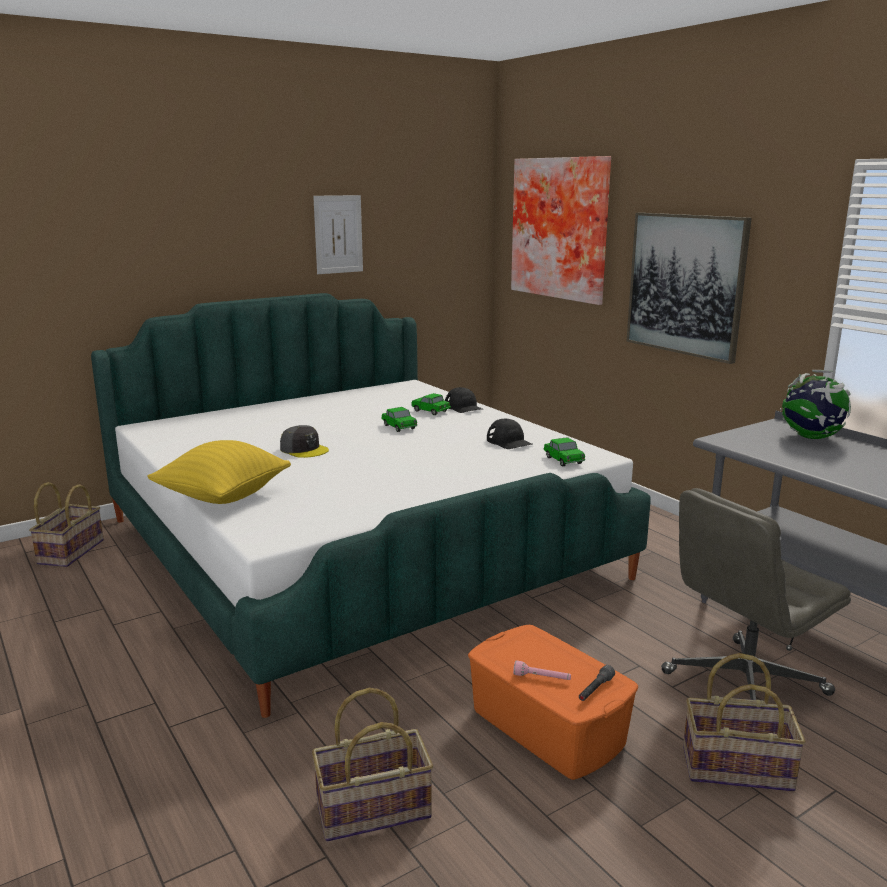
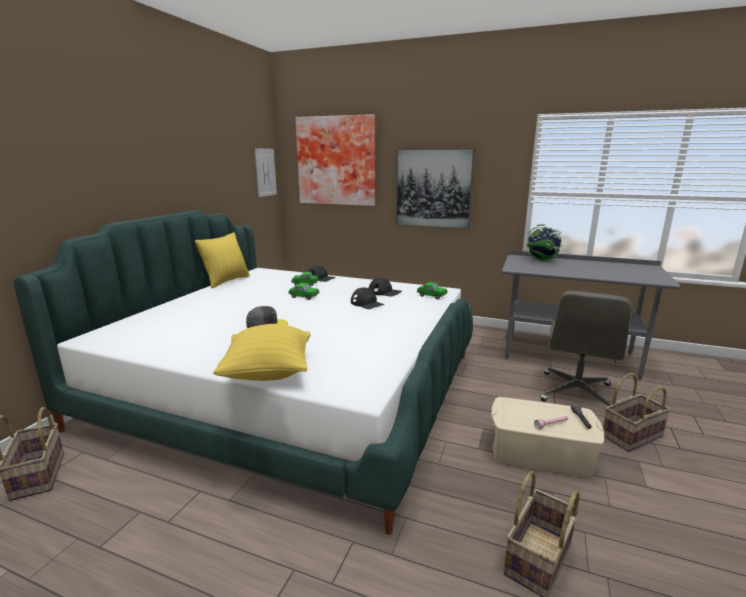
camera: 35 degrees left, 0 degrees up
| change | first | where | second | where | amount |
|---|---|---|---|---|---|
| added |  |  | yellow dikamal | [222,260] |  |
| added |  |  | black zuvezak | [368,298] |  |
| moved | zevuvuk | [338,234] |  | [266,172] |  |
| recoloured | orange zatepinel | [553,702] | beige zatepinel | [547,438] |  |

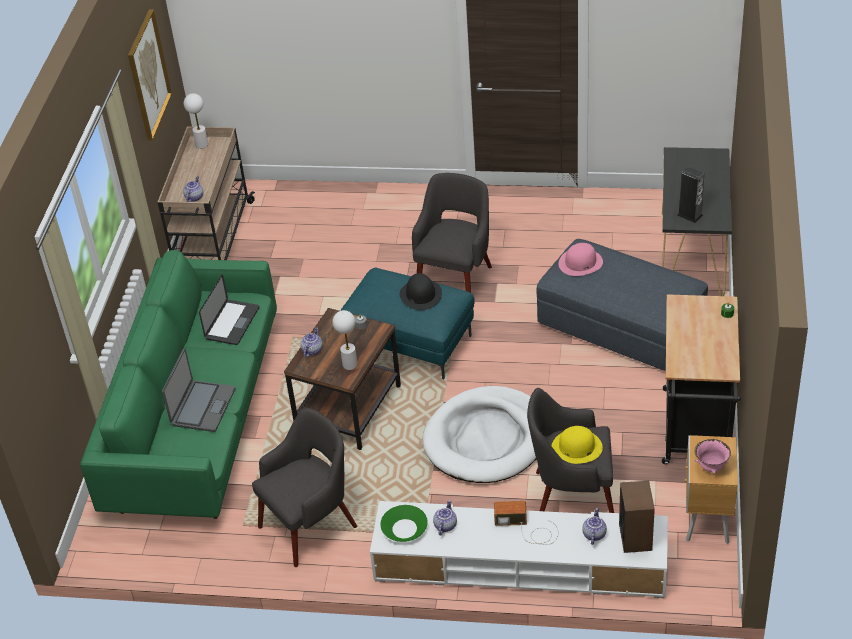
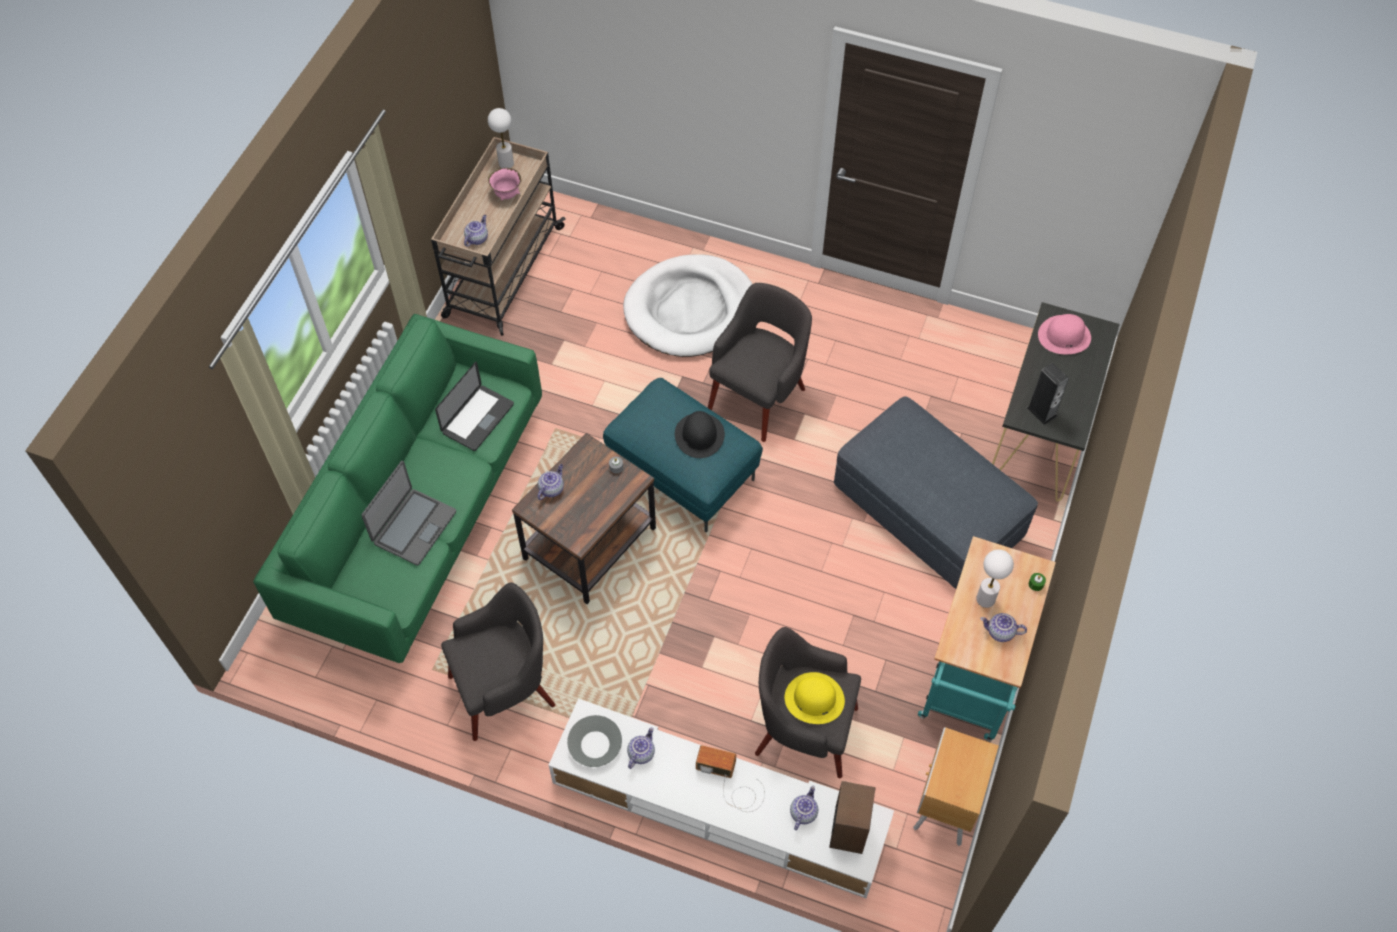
camera: 10 degrees right, 15 degrees up
| change | first | where | second | where | amount |
|---|---|---|---|---|---|
| removed | zevuvuk | [150,75] |  |  |  |
| added |  |  | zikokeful | [1003,627] |  |
| moved | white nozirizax | [344,340] |  | [995,578] |  |
| moved | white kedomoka | [479,434] |  | [687,305] |  |
| moved | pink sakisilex | [580,259] |  | [1064,334] |  |
| moved | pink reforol | [712,456] |  | [504,184] |  |
| recoloured | green reforol | [404,523] | grey reforol | [594,741] |  |
| recoloured | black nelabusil | [701,379] | turquoise nelabusil | [987,639] |  |

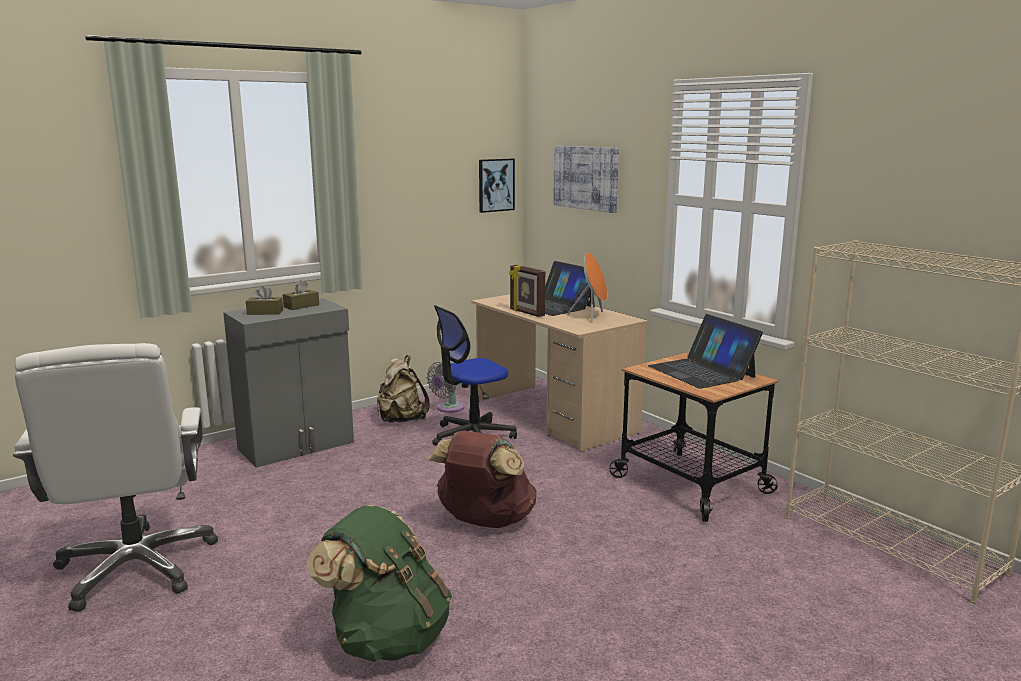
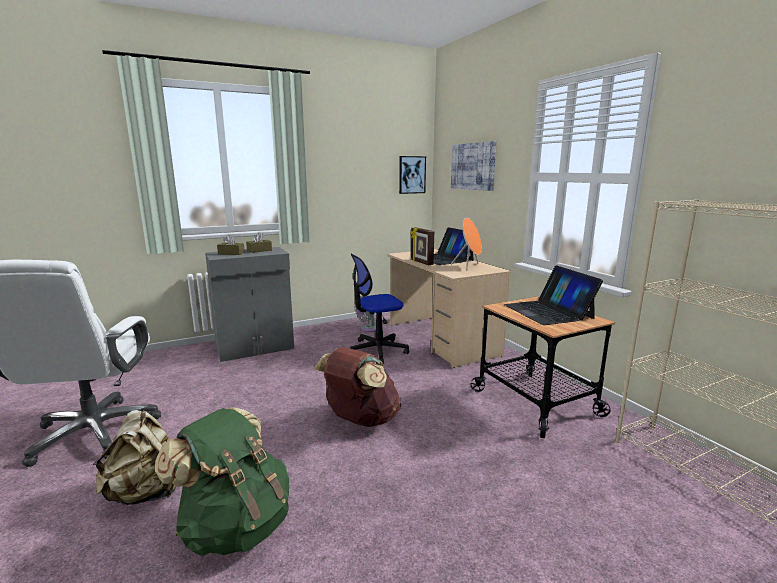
camera: 10 degrees right, 0 degrees up
| change | first | where | second | where | amount |
|---|---|---|---|---|---|
| moved | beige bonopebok | [403,389] |  | [134,457] |  |

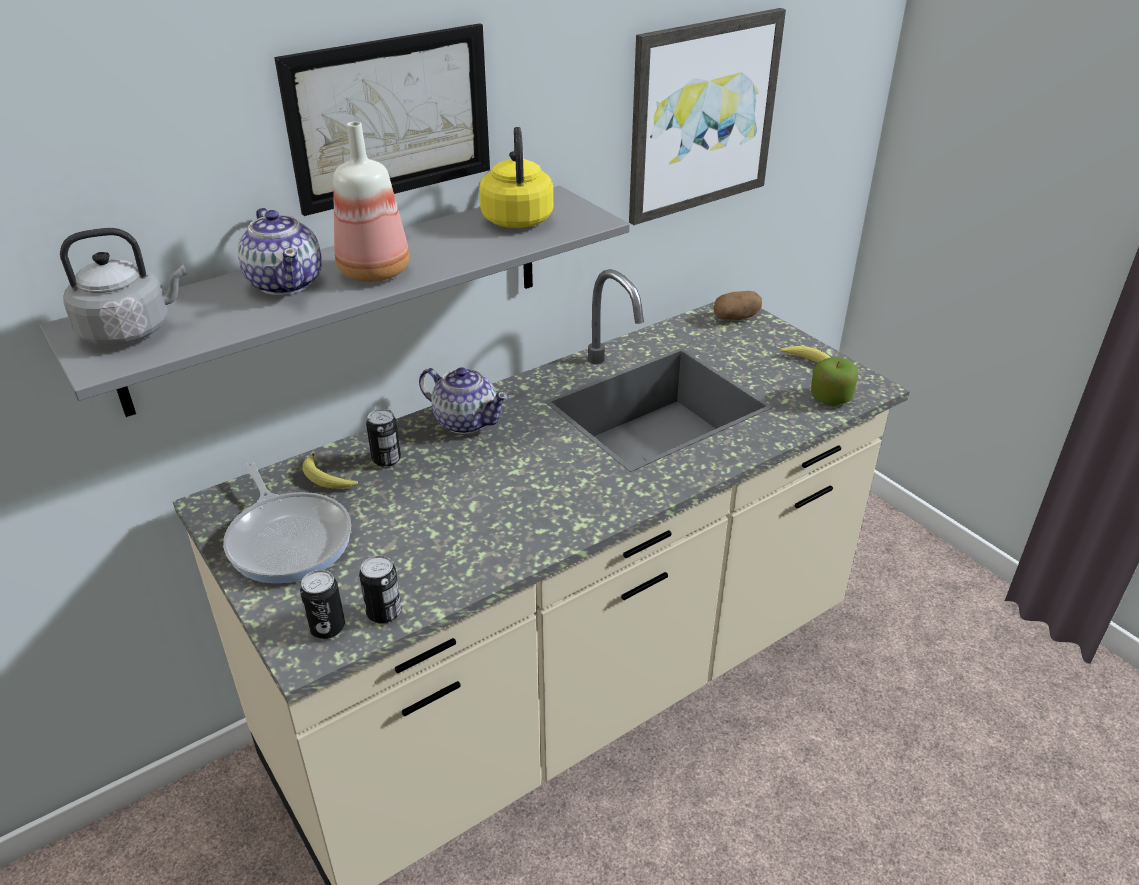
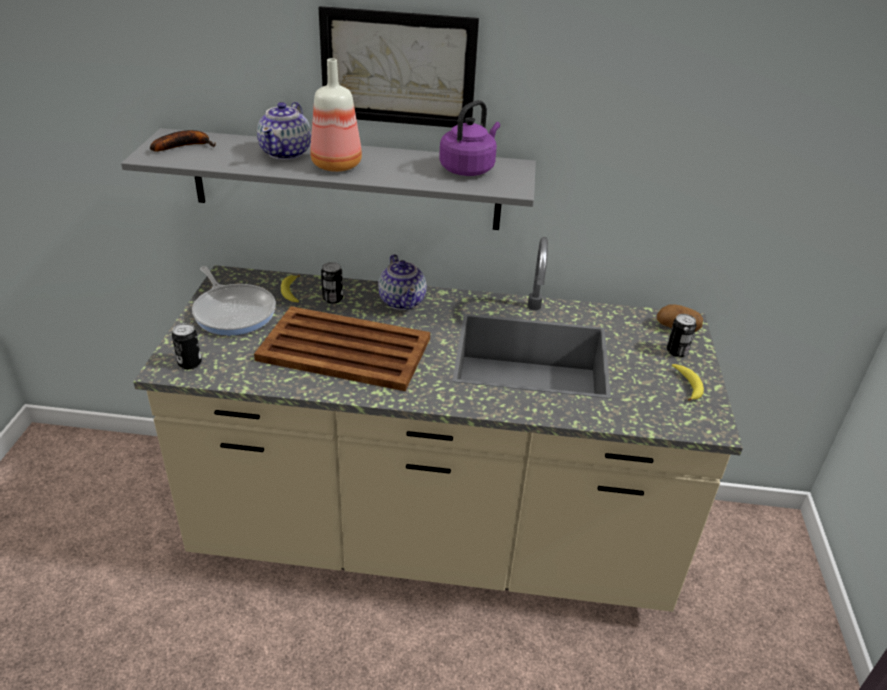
camera: 40 degrees right, 0 degrees up
| change | first | where | second | where | amount |
|---|---|---|---|---|---|
| removed | zevuvuk | [707,116] |  |  |  |
| removed | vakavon | [834,381] |  |  |  |
| added |  |  | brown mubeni | [342,348] |  |
| moved | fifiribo | [380,589] |  | [681,335] |  |
| replaced | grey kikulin | [123,286] | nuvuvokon | [183,141] |  |
| recoloured | yellow kikulin | [516,177] | purple kikulin | [469,138] |  |
| turned | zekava | [287,522] |  | [234,300] | 45 degrees counterclockwise |

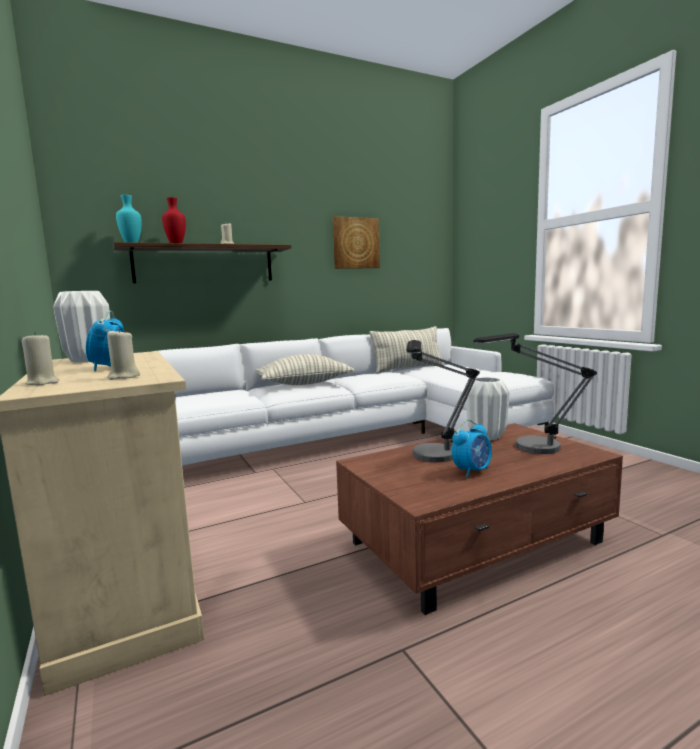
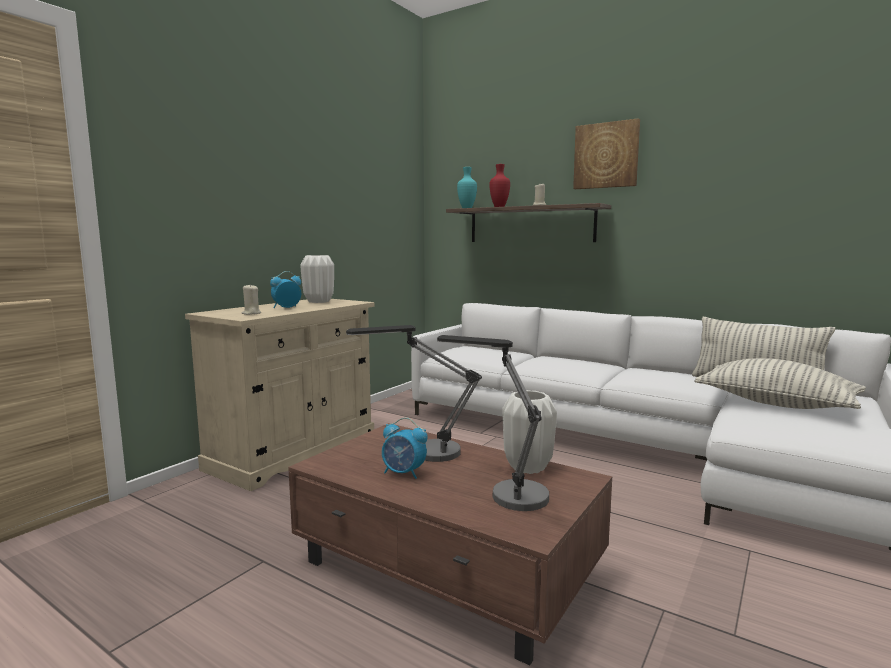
camera: 60 degrees right, 0 degrees up
| change | first | where | second | where | amount |
|---|---|---|---|---|---|
| removed | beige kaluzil | [40,358] |  |  |  |
| moved | dikamal | [304,369] |  | [780,383] |  |
| moved | zevuvuk | [356,242] |  | [606,153] |  |

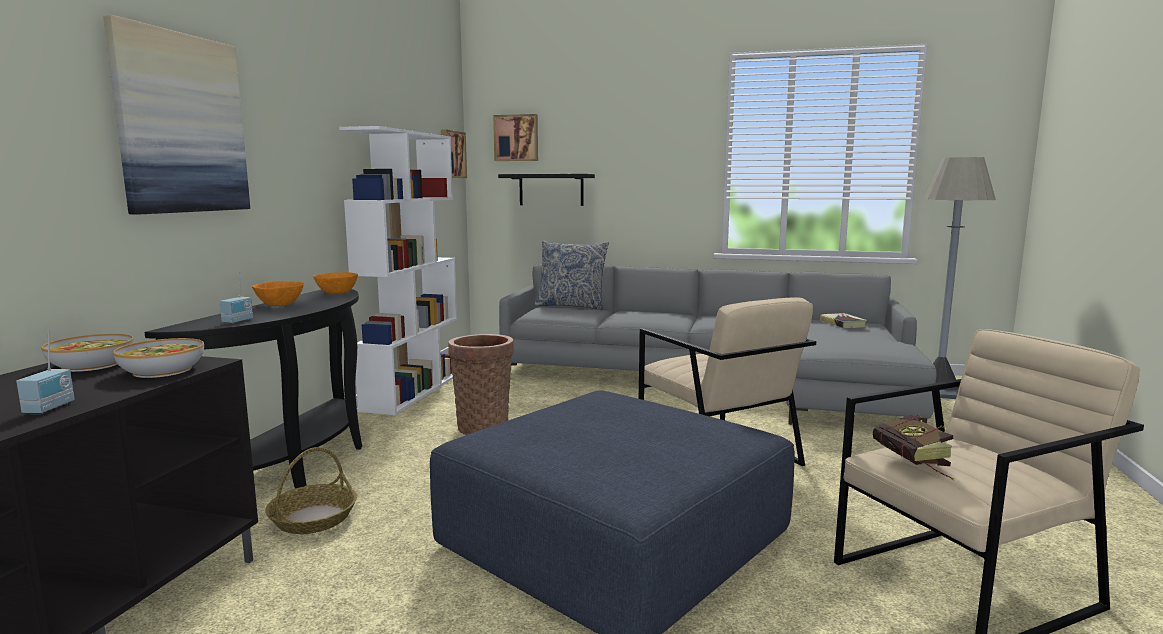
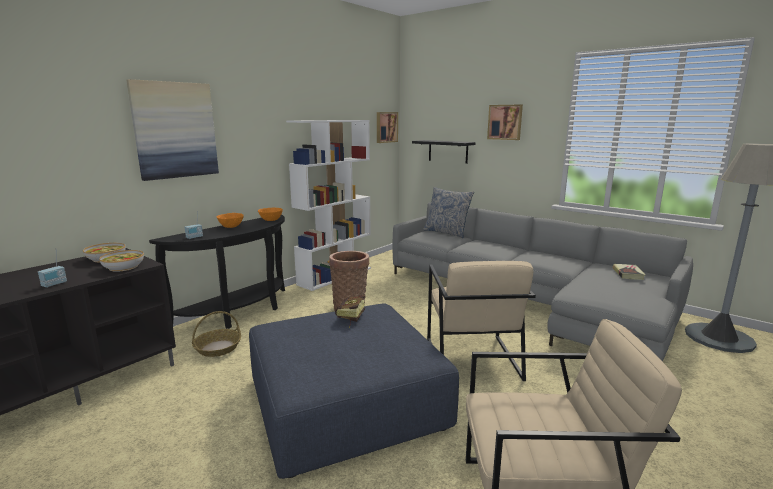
camera: 25 degrees right, 5 degrees up
| change | first | where | second | where | amount |
|---|---|---|---|---|---|
| moved | zevuvuk | [515,137] |  | [505,122] |  |
| moved | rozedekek | [913,447] |  | [350,311] |  |

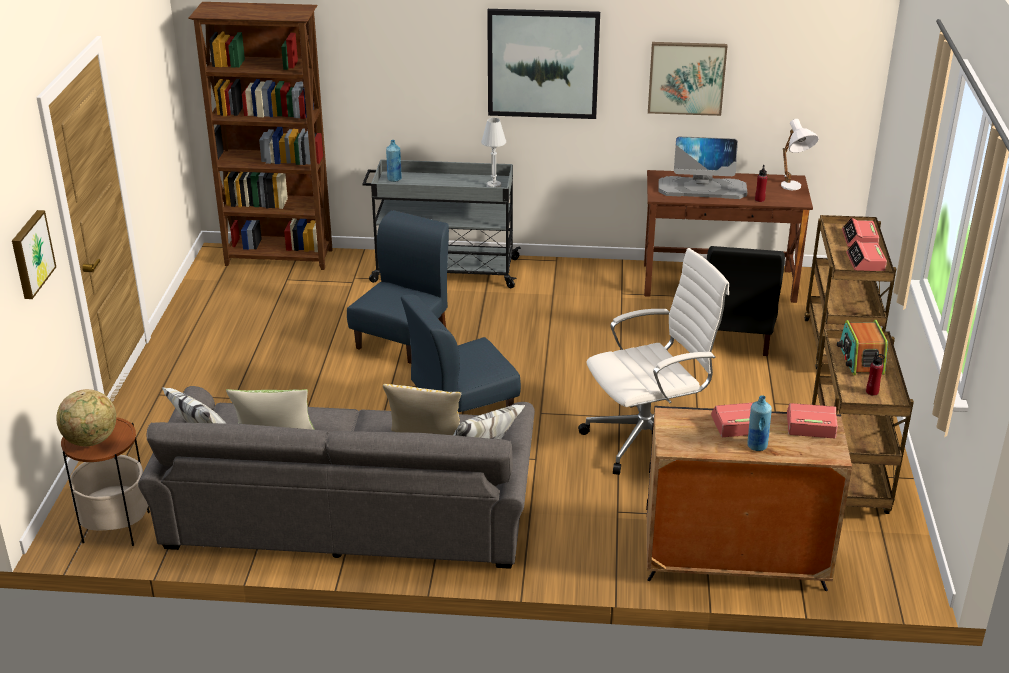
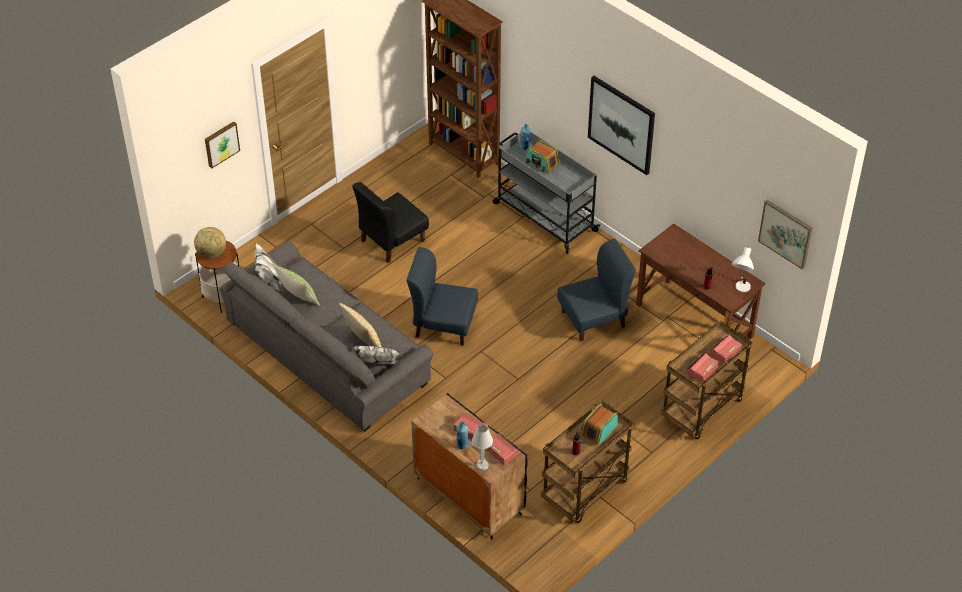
camera: 40 degrees right, 15 degrees up
| change | first | where | second | where | amount |
|---|---|---|---|---|---|
| removed | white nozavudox | [653,361] |  |  |  |
| removed | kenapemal | [702,167] |  |  |  |
| added |  |  | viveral | [542,156] |  |
| moved | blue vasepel | [398,287] |  | [596,290] |  |
| moved | white nozirizax | [493,152] |  | [482,447] |  |
| moved | zevuvuk | [687,79] |  | [785,235] |  |
| moved | black vasepel | [746,301] |  | [390,222] |  |

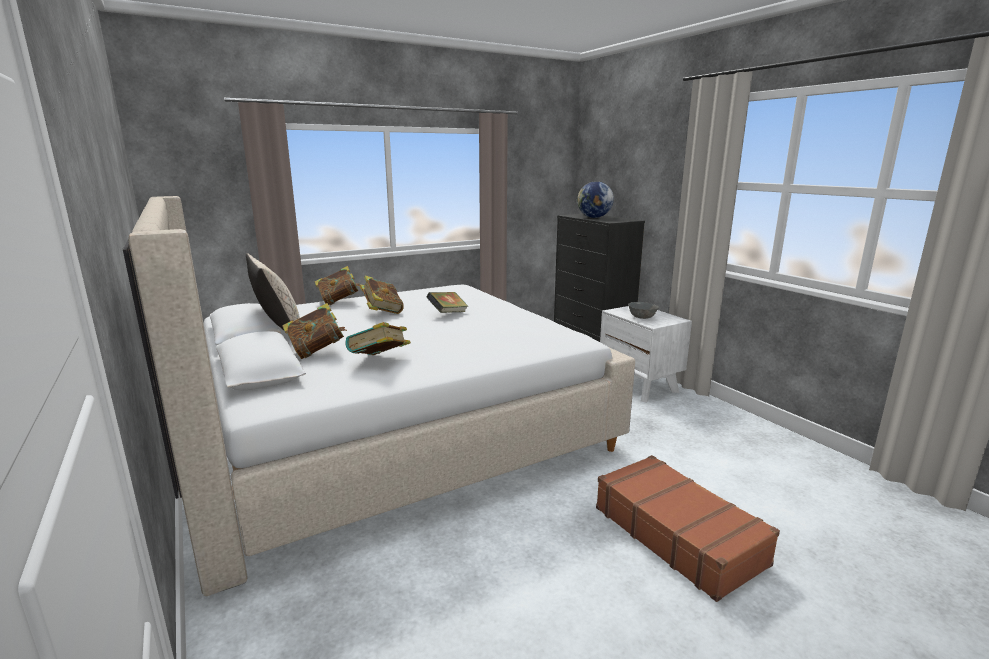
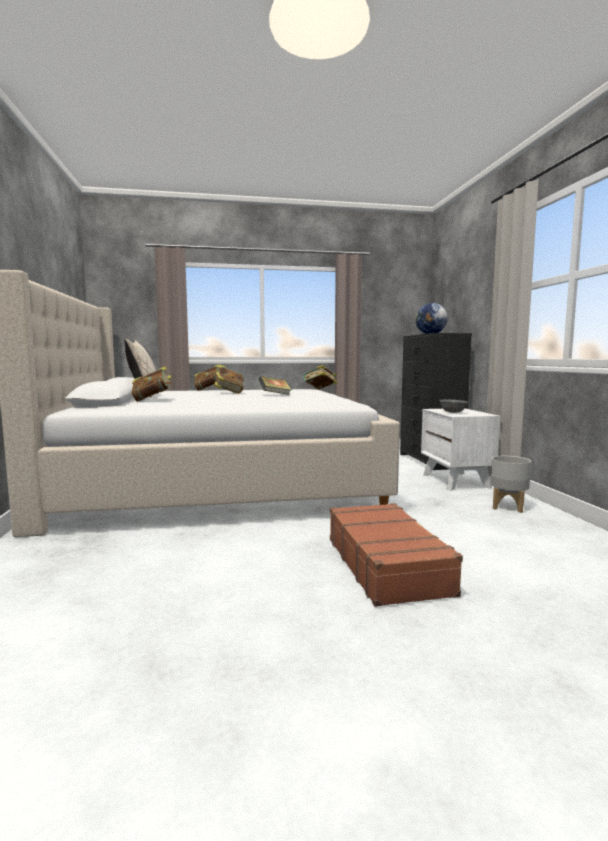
camera: 20 degrees right, 10 degrees down
| change | first | where | second | where | amount |
|---|---|---|---|---|---|
| added |  |  | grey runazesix | [510,484] |  |
| moved | rozedekek | [378,338] |  | [320,377] |  |

